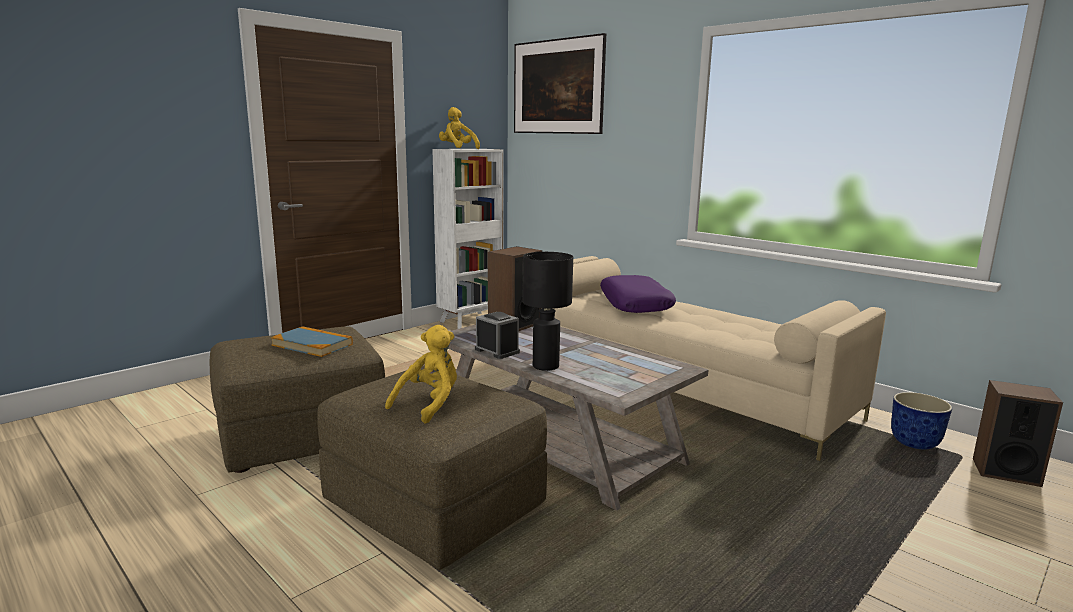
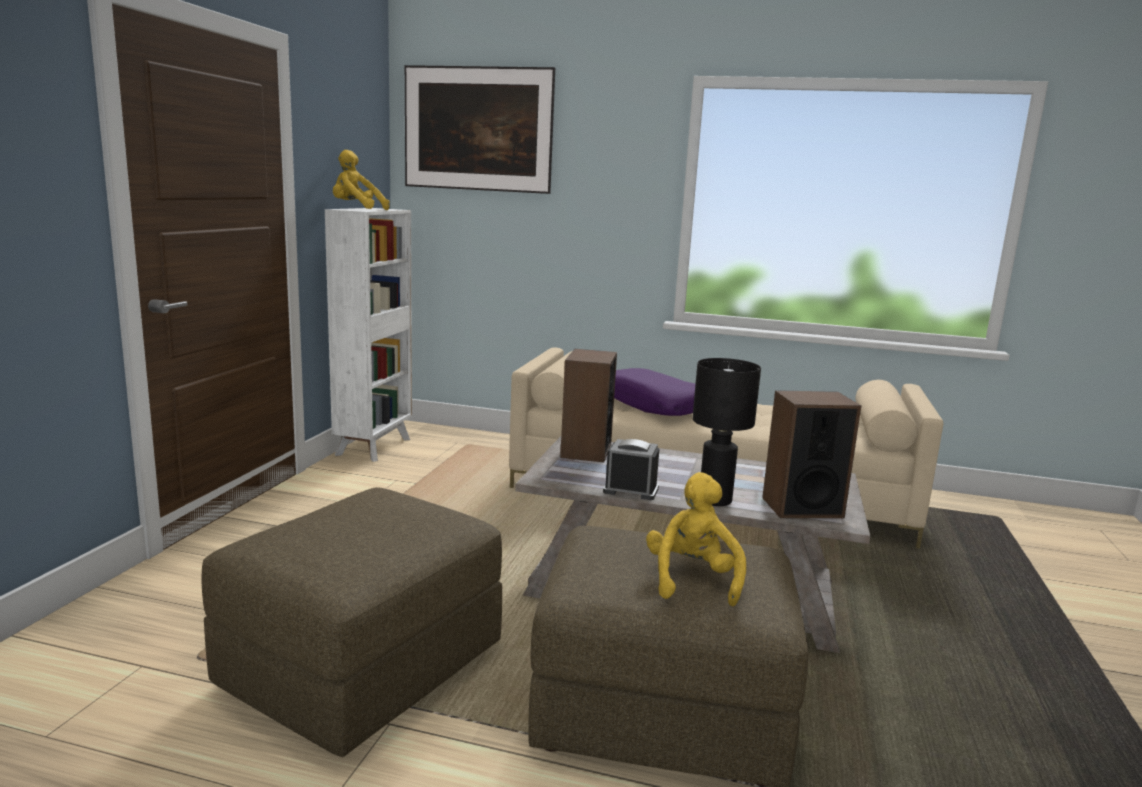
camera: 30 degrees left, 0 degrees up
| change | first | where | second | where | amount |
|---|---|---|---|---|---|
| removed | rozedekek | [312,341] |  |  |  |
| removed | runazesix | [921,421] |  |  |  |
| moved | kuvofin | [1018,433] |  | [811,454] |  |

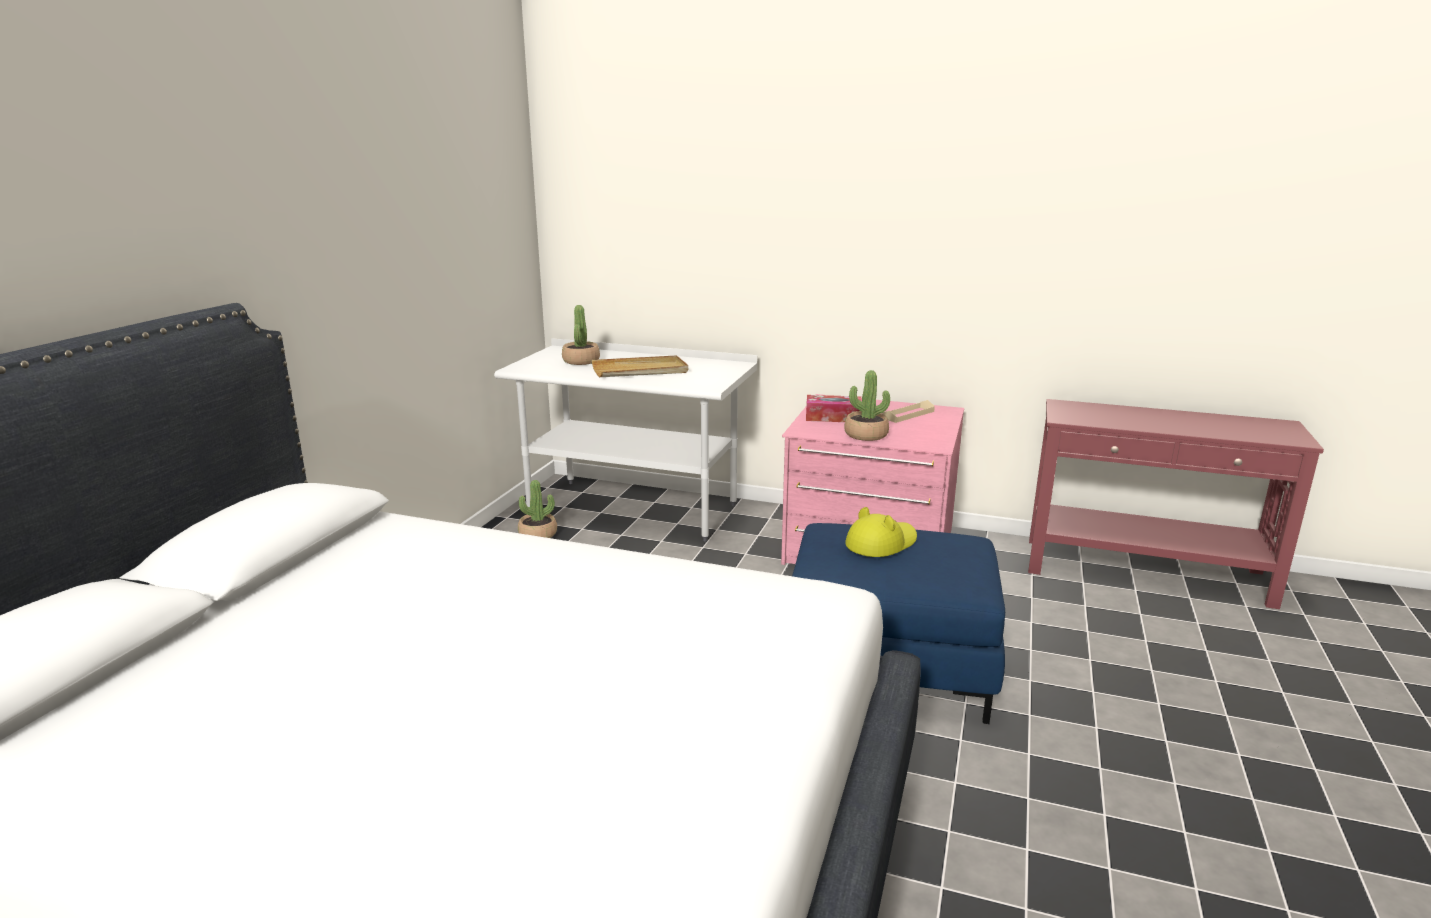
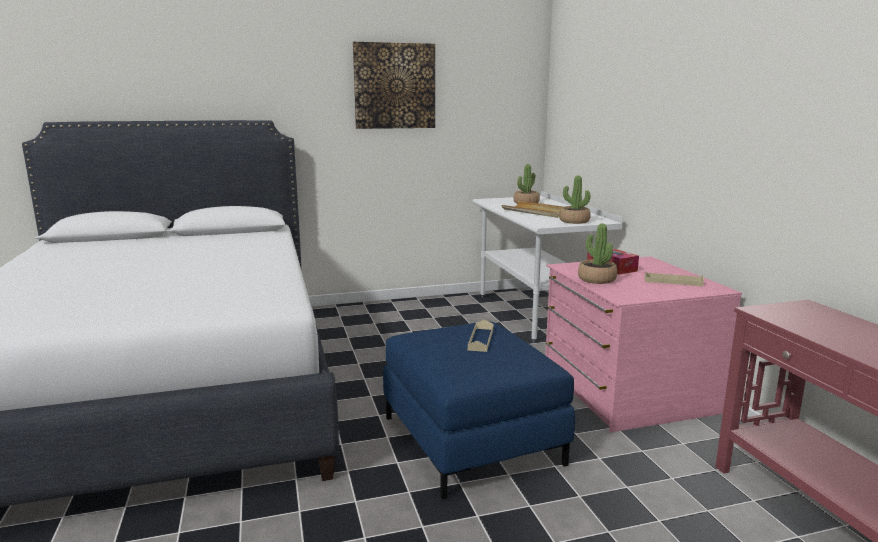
camera: 55 degrees right, 5 degrees down
| change | first | where | second | where | amount |
|---|---|---|---|---|---|
| added |  |  | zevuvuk | [394,85] |  |
| moved | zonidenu | [537,509] |  | [575,199] |  |
| replaced | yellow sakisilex | [881,532] | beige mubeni | [480,336] |  |

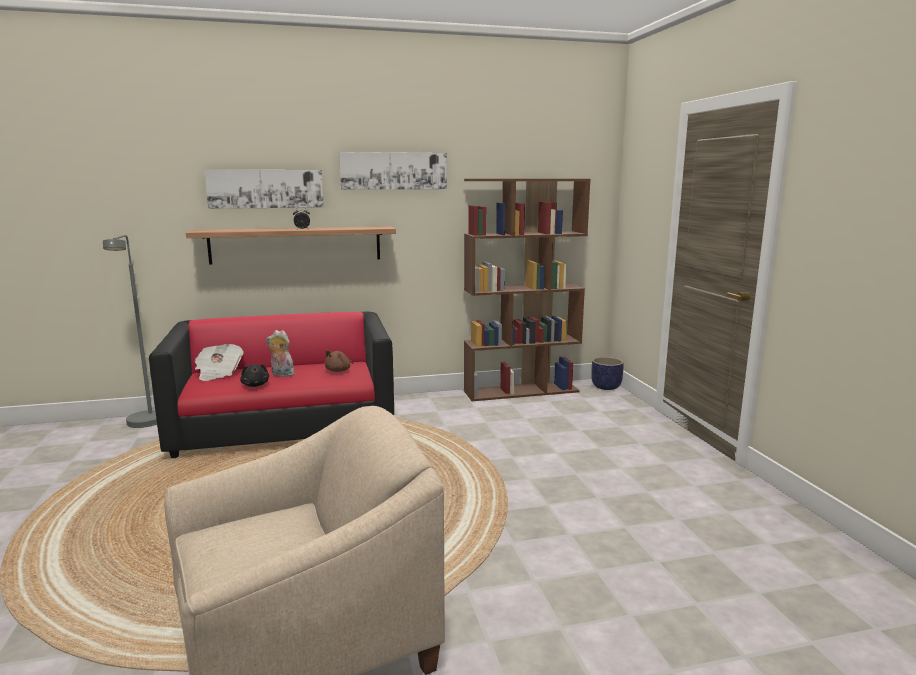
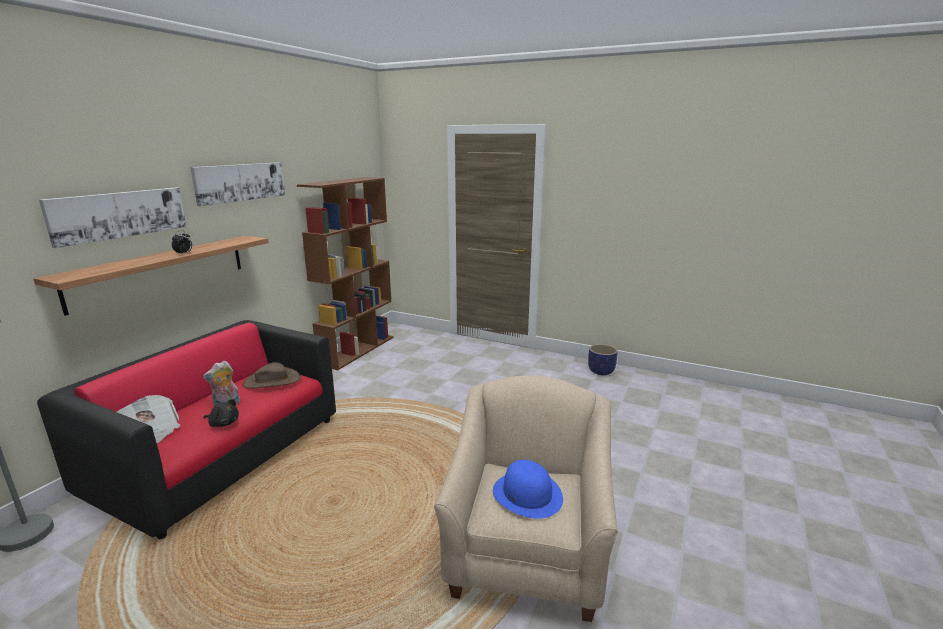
camera: 50 degrees left, 5 degrees up
| change | first | where | second | where | amount |
|---|---|---|---|---|---|
| added |  |  | blue sakisilex | [528,489] |  |
| moved | runazesix | [607,373] |  | [603,359] |  |
| replaced | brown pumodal | [339,361] | brown sakisilex | [272,375] |  |

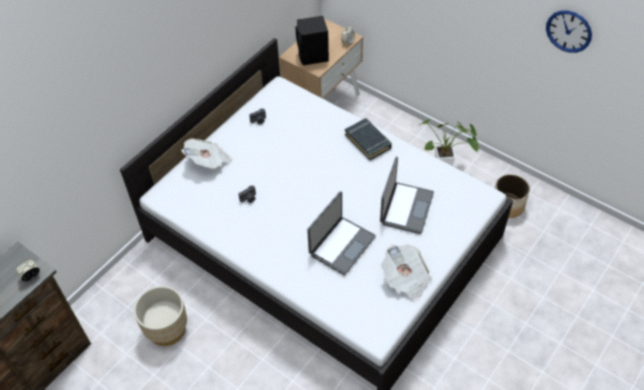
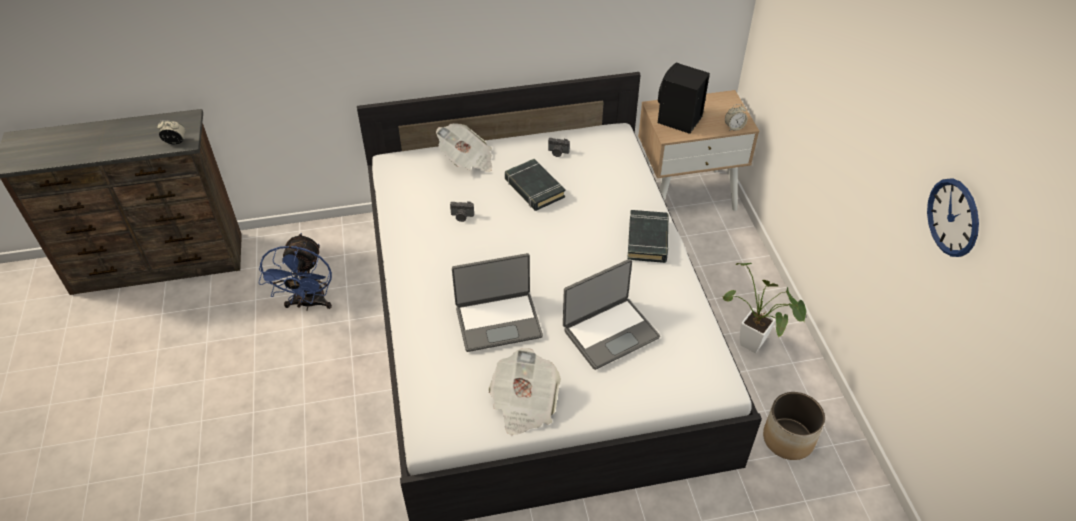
camera: 40 degrees right, 5 degrees down
| change | first | where | second | where | amount |
|---|---|---|---|---|---|
| added |  |  | black rozedekek | [535,185] |  |
| replaced | beige runazesix | [160,316] | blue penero | [295,272] |  |

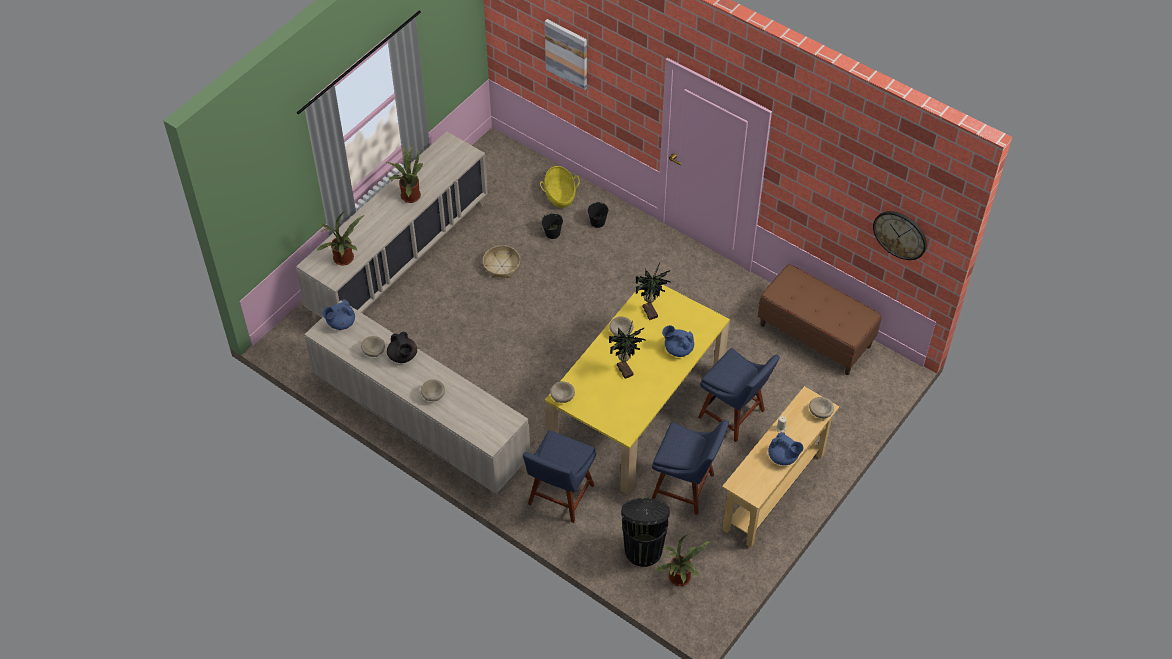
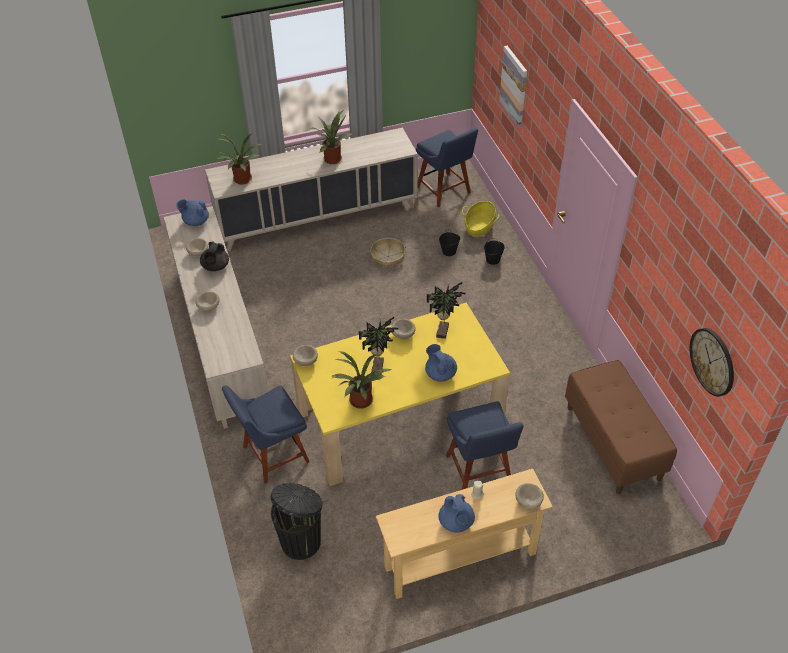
camera: 35 degrees right, 5 degrees down
| change | first | where | second | where | amount |
|---|---|---|---|---|---|
| moved | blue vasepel | [690,467] |  | [447,167] |  |
| moved | zonidenu | [683,559] |  | [361,380] |  |

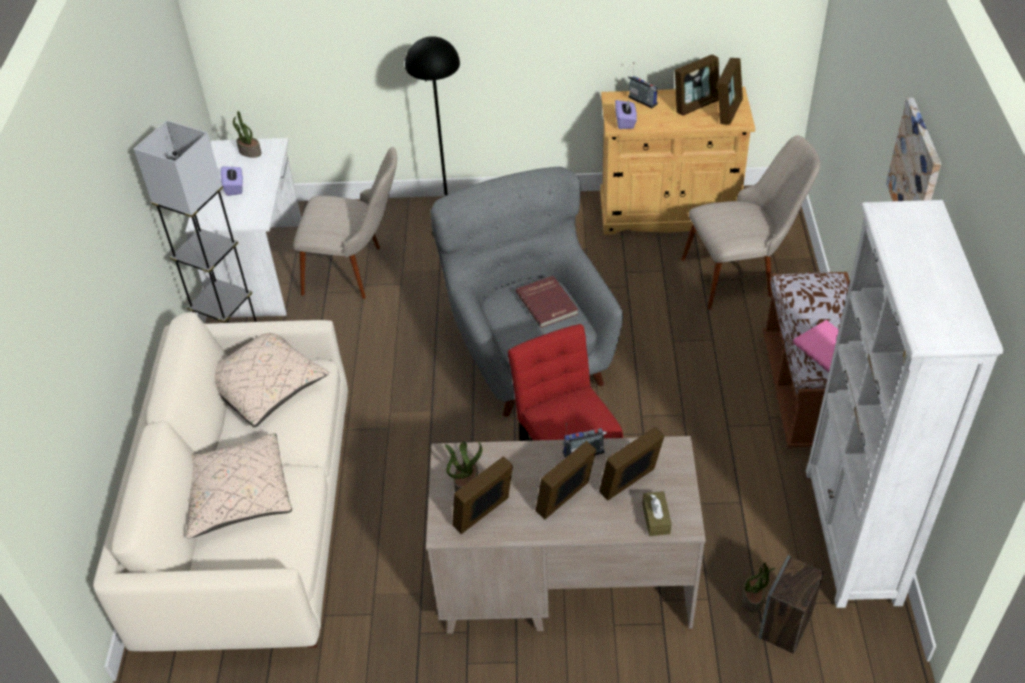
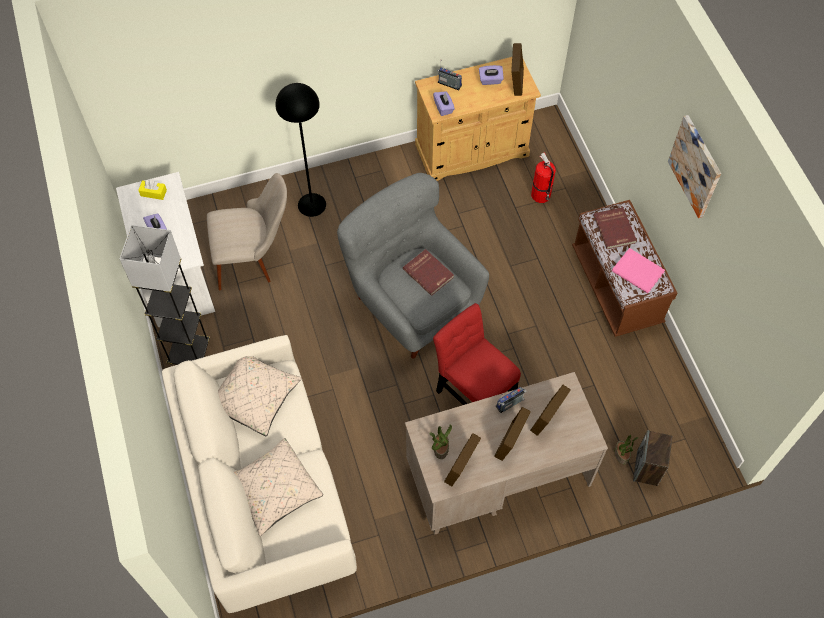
camera: 20 degrees left, 15 degrees up
| change | first | where | second | where | amount |
|---|---|---|---|---|---|
| removed | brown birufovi | [656,513] |  |  |  |
| removed | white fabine | [904,404] |  |  |  |
| added |  |  | red rozedekek | [615,228] |  |
| replaced | zonidenu | [247,134] | yellow birufovi | [152,190] |  |
| replaced | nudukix | [697,85] | purple birufovi | [491,75] |  |
| replaced | beige vasepel | [751,223] | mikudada | [543,177] |  |

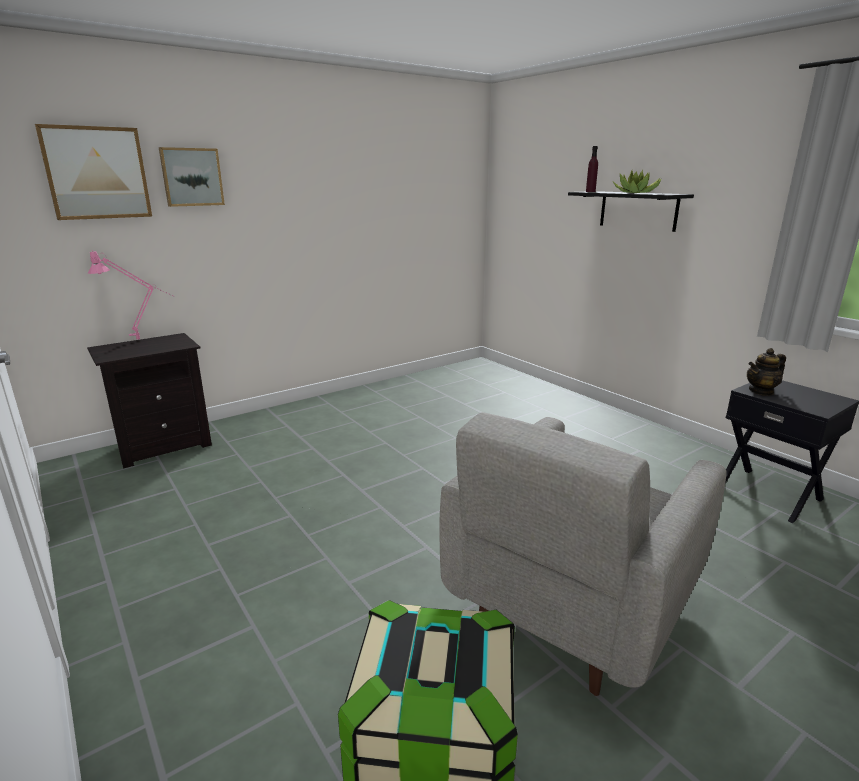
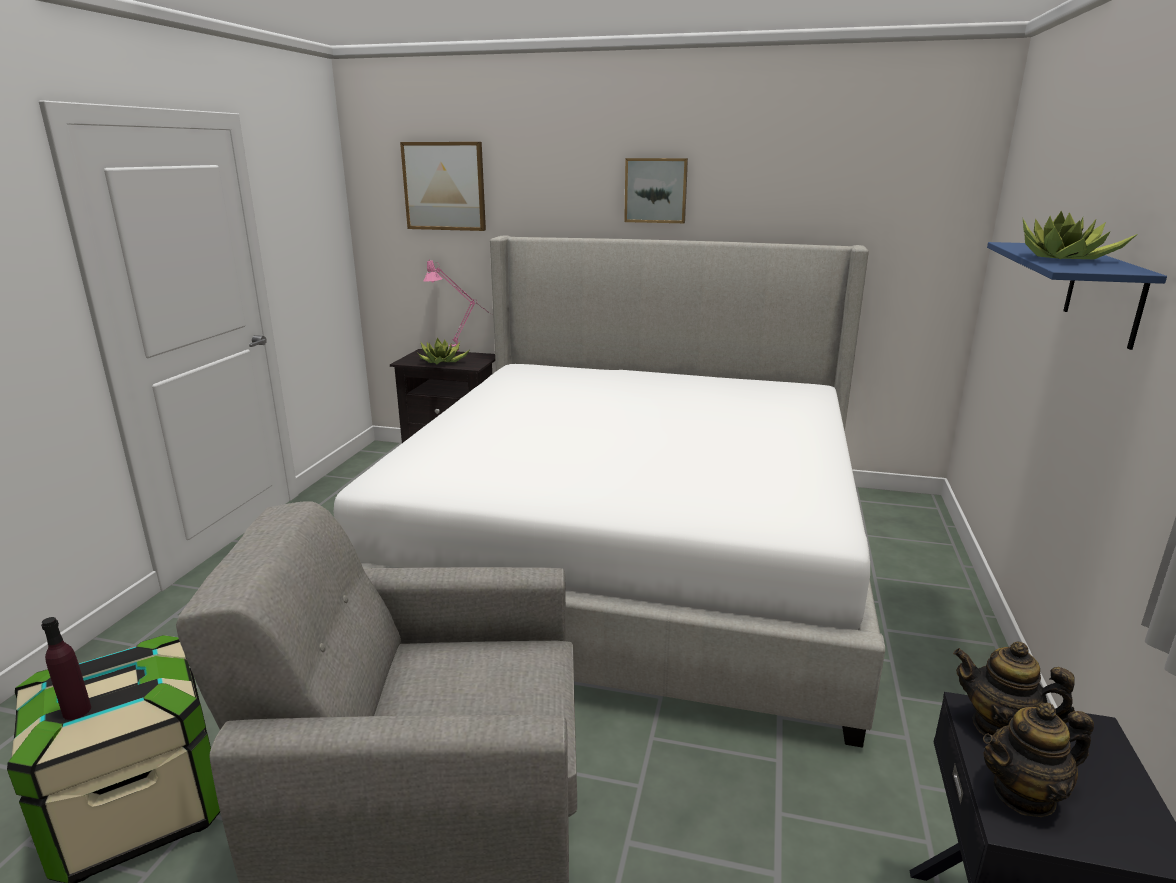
camera: 50 degrees right, 0 degrees up
| change | first | where | second | where | amount |
|---|---|---|---|---|---|
| added |  |  | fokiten | [609,491] |  |
| added |  |  | zonidenu | [443,350] |  |
| added |  |  | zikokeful | [1038,760] |  |
| moved | zevuvuk | [192,177] |  | [656,190] |  |
| moved | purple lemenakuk | [592,169] |  | [66,668] |  |
| recoloured | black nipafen | [631,211] | blue nipafen | [1077,296] |  |

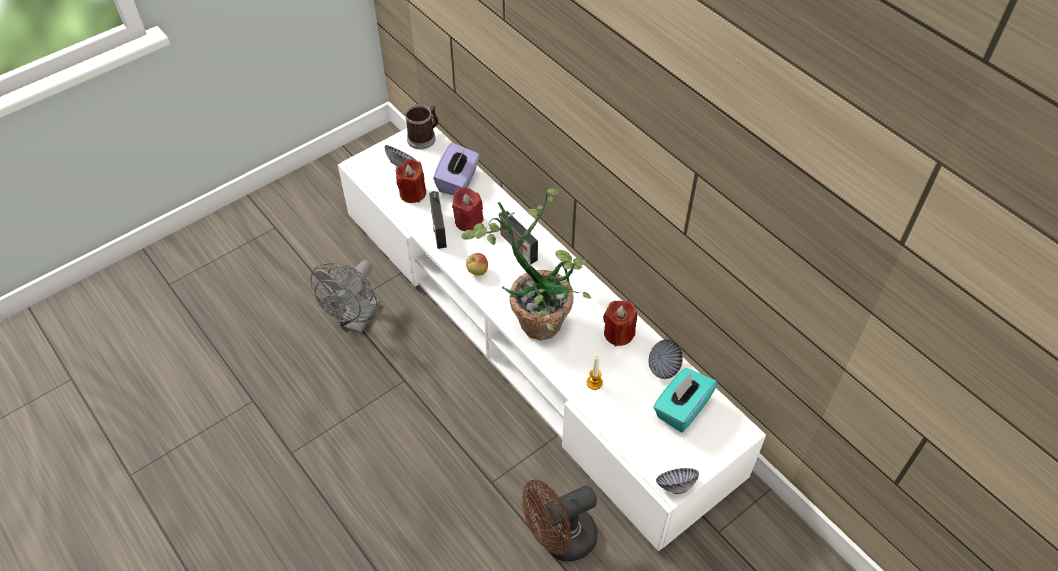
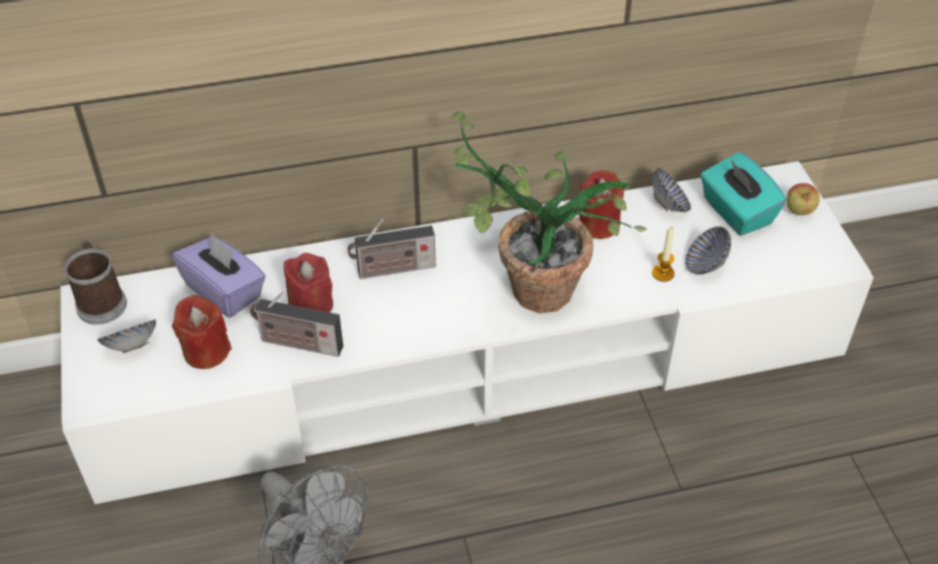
camera: 65 degrees left, 5 degrees down
| change | first | where | second | where | amount |
|---|---|---|---|---|---|
| removed | brown penero | [560,521] |  |  |  |
| moved | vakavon | [477,264] |  | [803,199] |  |
| moved | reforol | [677,481] |  | [708,250] |  |

